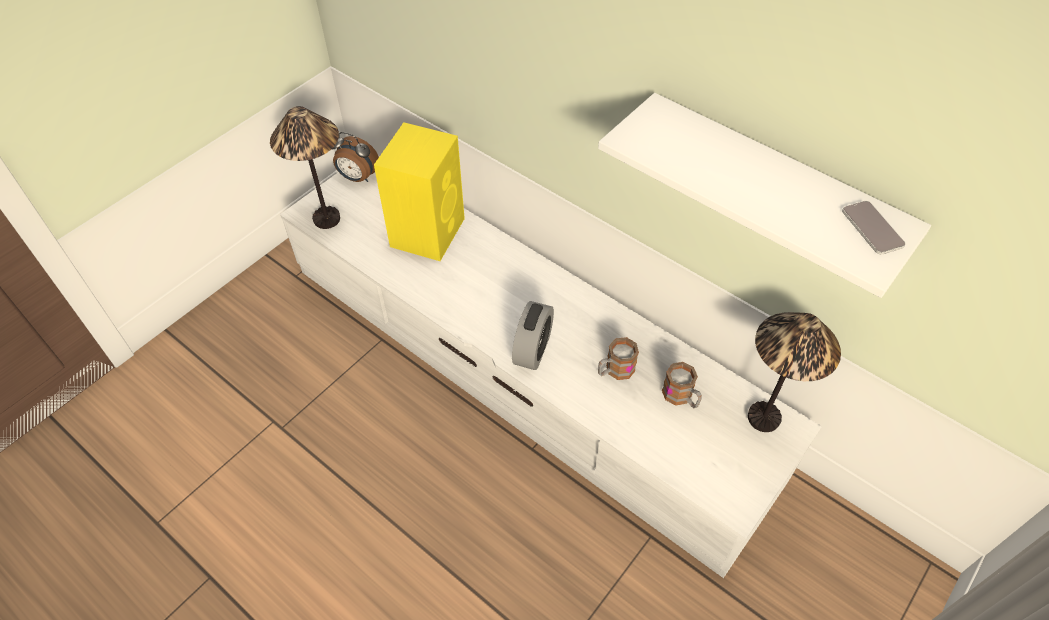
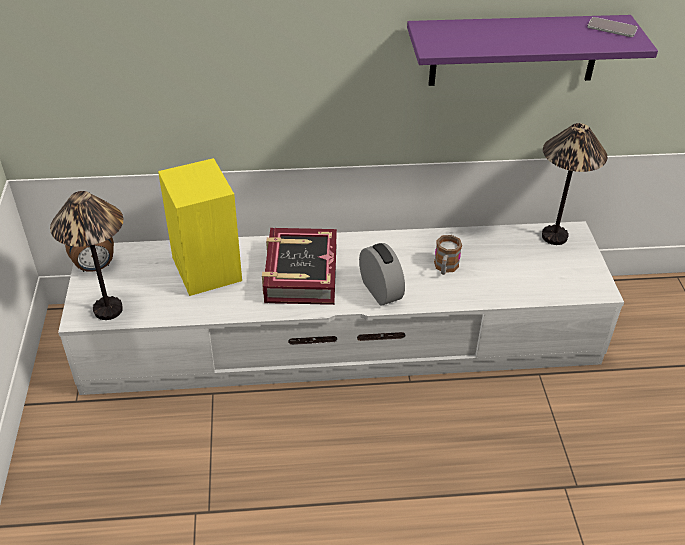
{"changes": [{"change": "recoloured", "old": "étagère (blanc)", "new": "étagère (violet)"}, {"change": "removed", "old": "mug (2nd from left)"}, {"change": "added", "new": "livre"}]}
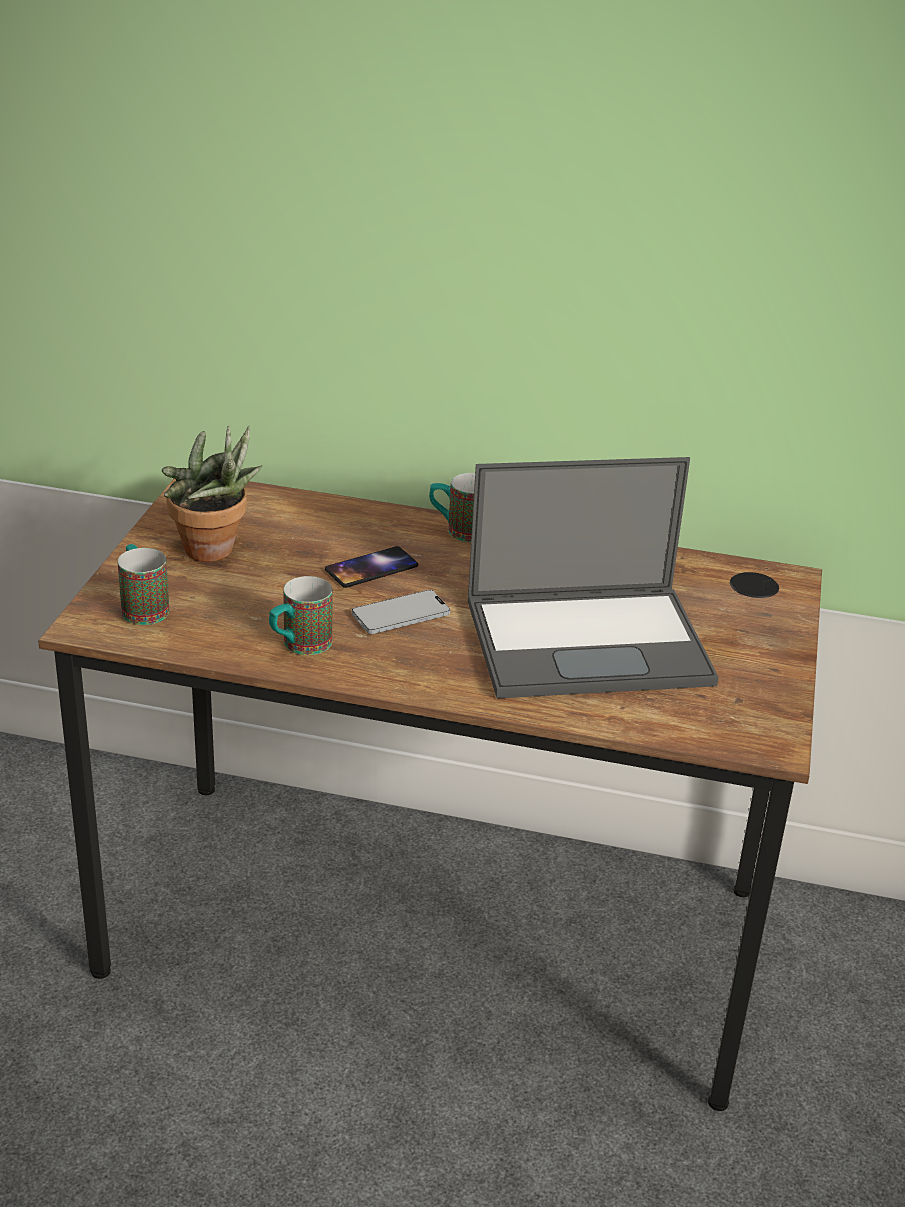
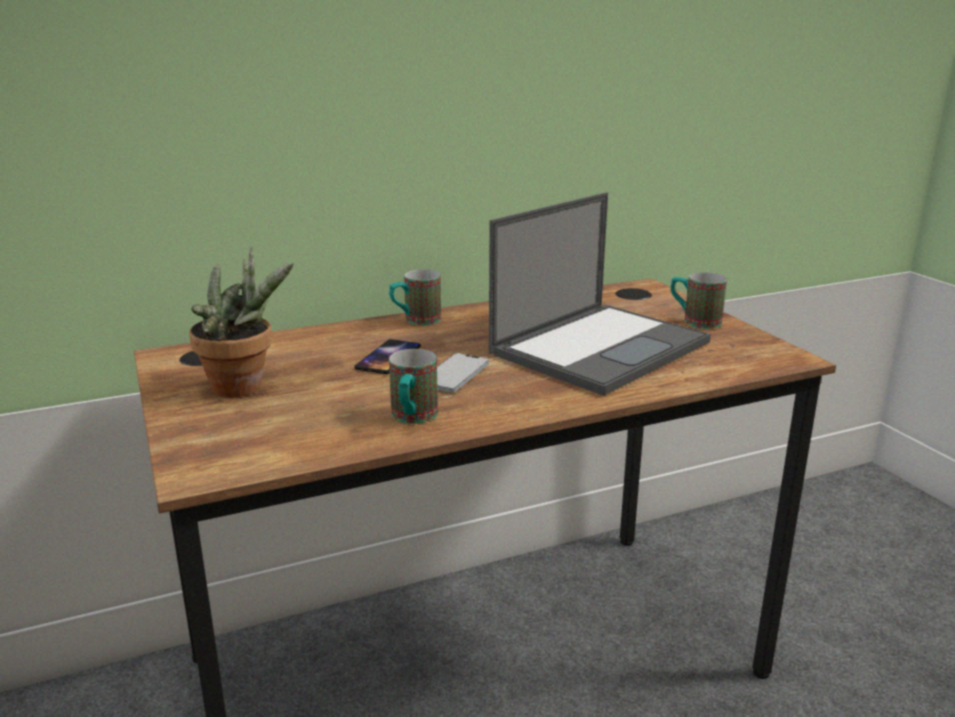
{"changes": [{"change": "moved", "old": "mug (1st from left in the first image)", "new": "mug (3rd from left)"}]}
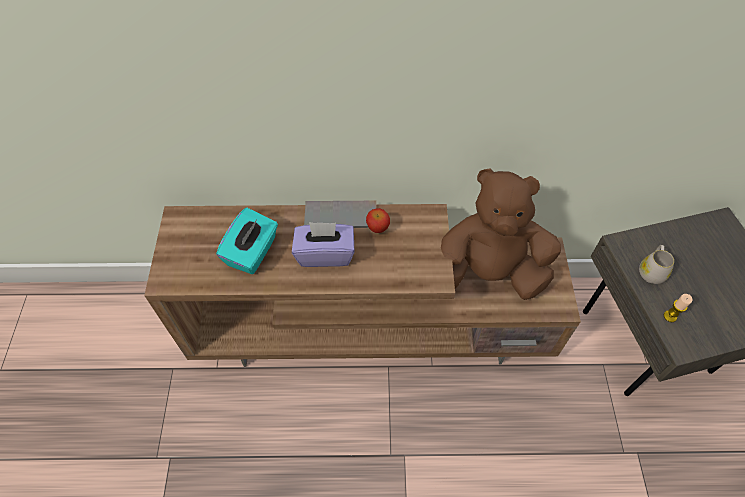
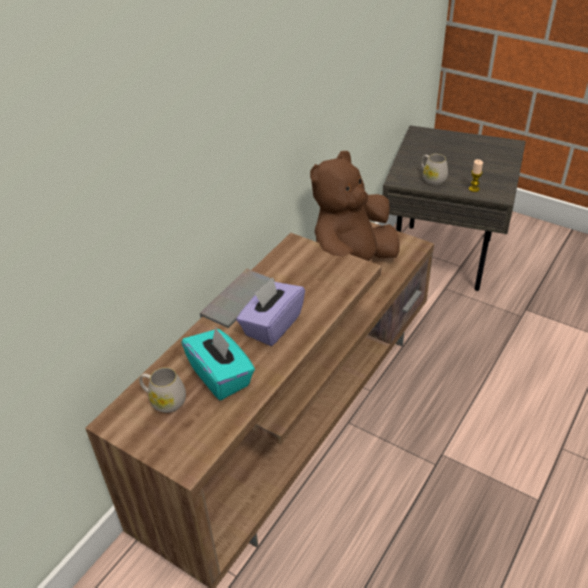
{"changes": [{"change": "removed", "old": "pomme"}, {"change": "added", "new": "mug (blanc) (1st from left)"}]}
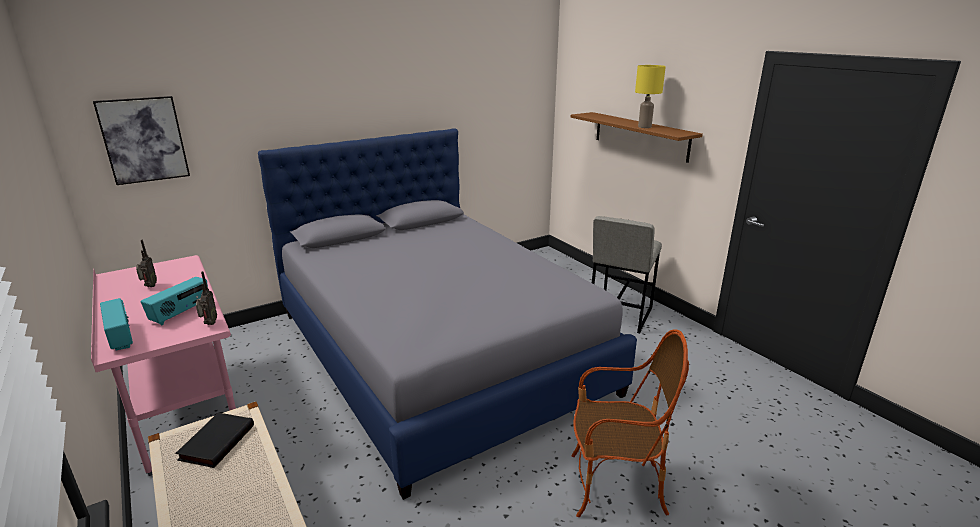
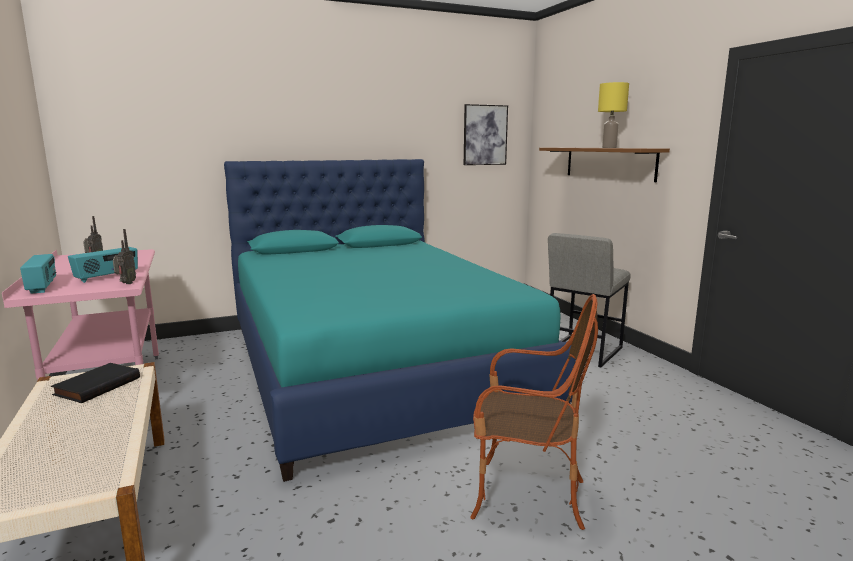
{"changes": [{"change": "moved", "old": "tableau"}, {"change": "recoloured", "old": "lit (gris)", "new": "lit (turquoise)"}]}
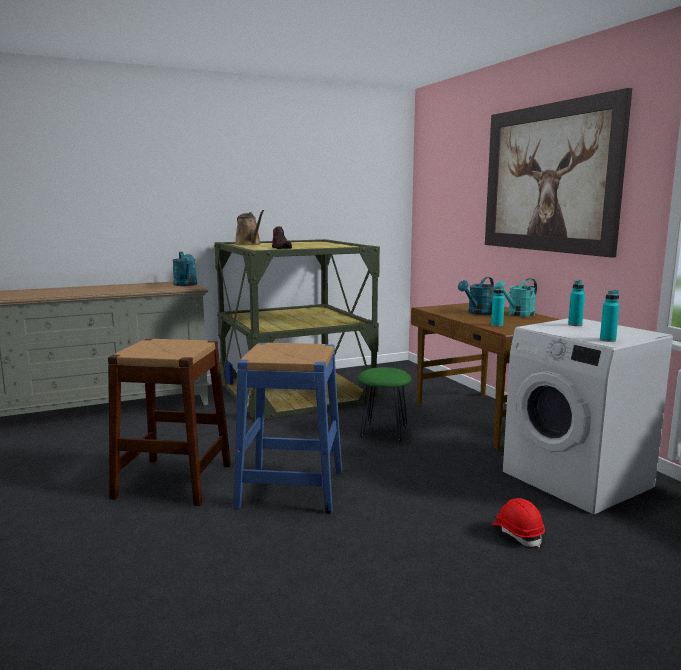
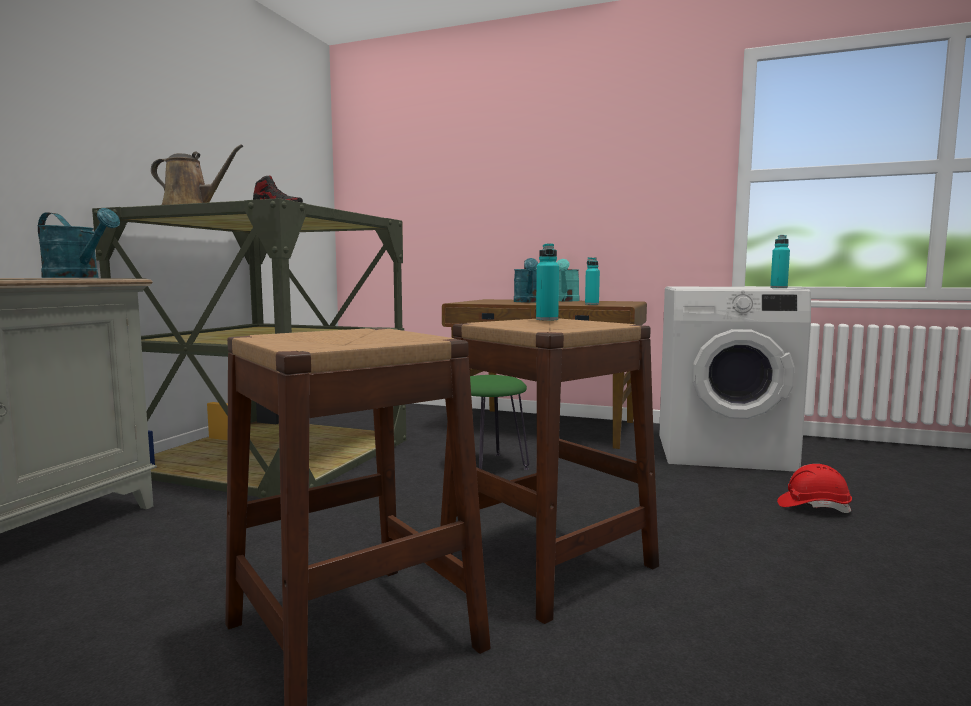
{"changes": [{"change": "removed", "old": "tableau"}, {"change": "moved", "old": "bouteille (turquoise) (2nd from left in the first image)", "new": "bouteille (turquoise) (1st from left)"}, {"change": "recoloured", "old": "tabouret (bleu)", "new": "tabouret (marron) (2nd from left)"}]}
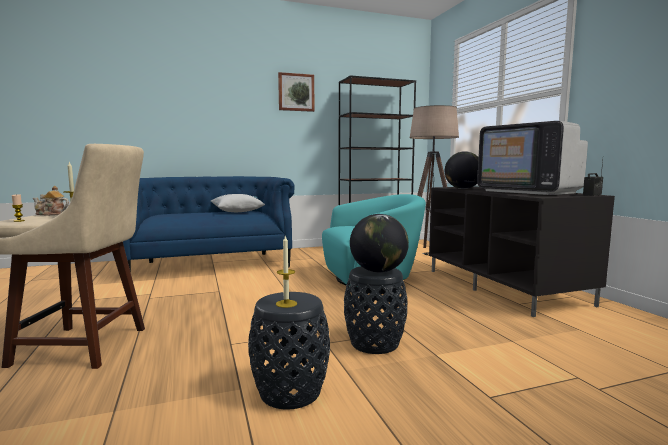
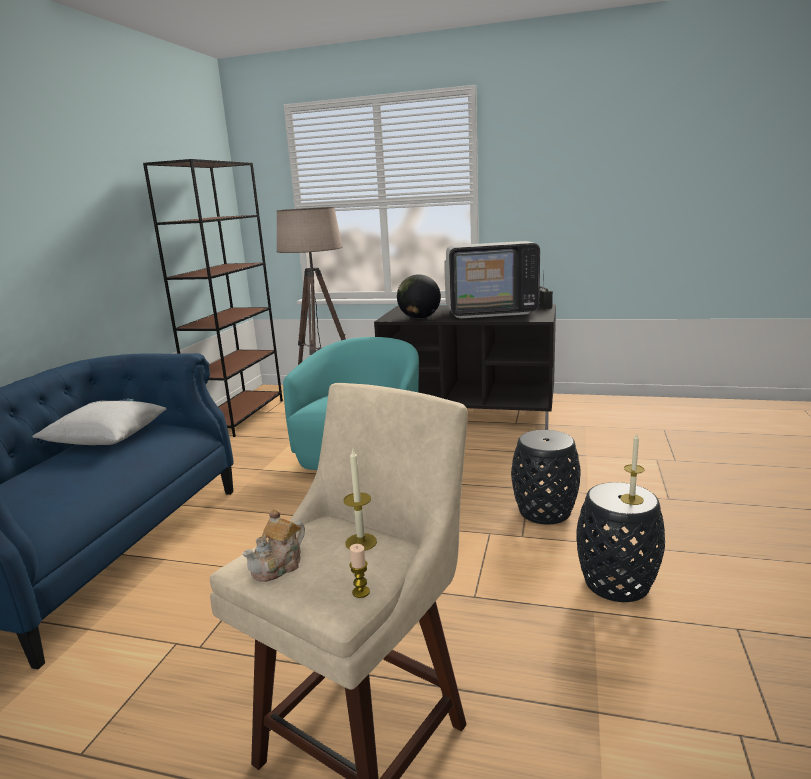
{"changes": [{"change": "removed", "old": "tableau"}, {"change": "removed", "old": "globe (1st from left)"}]}
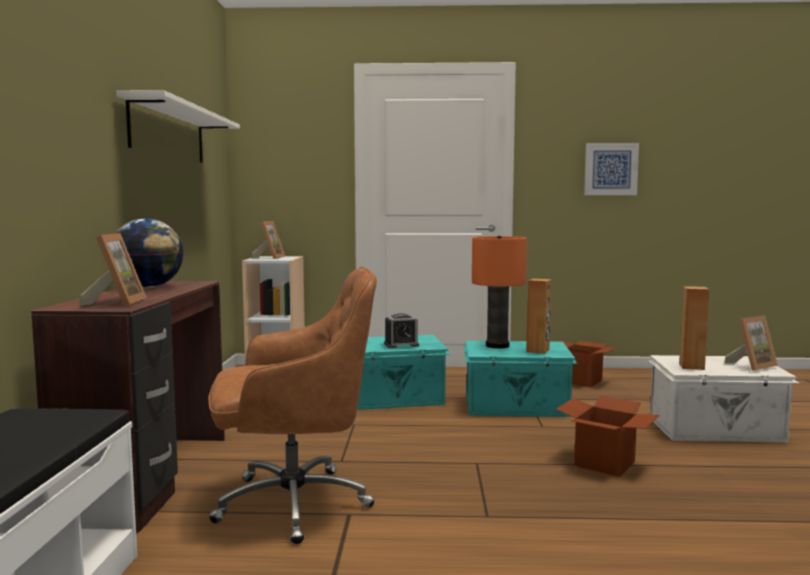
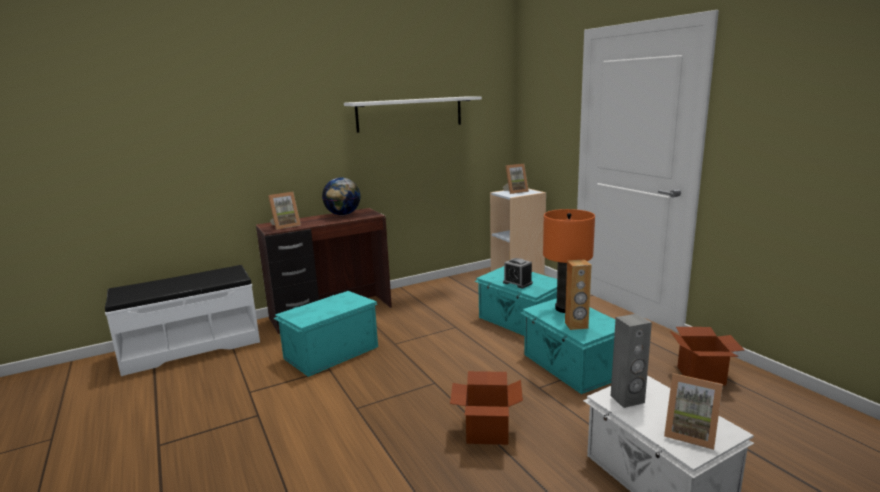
{"changes": [{"change": "removed", "old": "tableau"}, {"change": "replaced", "old": "chaise de bureau (marron)", "new": "boîte de rangement (turquoise) (1st from left)"}, {"change": "recoloured", "old": "enceinte (marron) (2nd from left)", "new": "enceinte (gris)"}]}
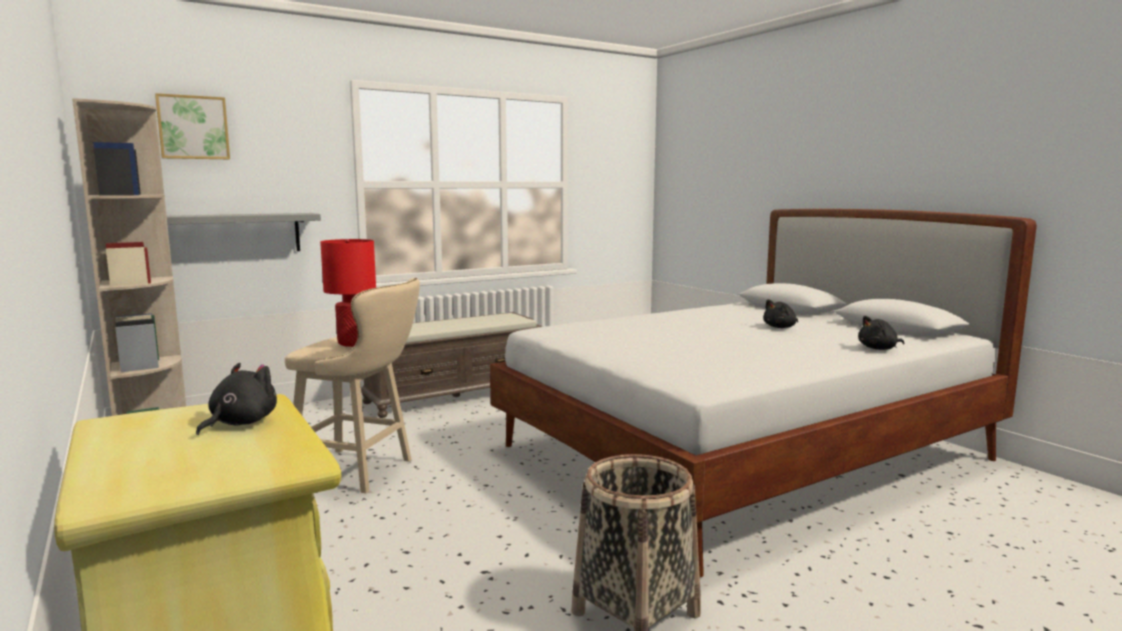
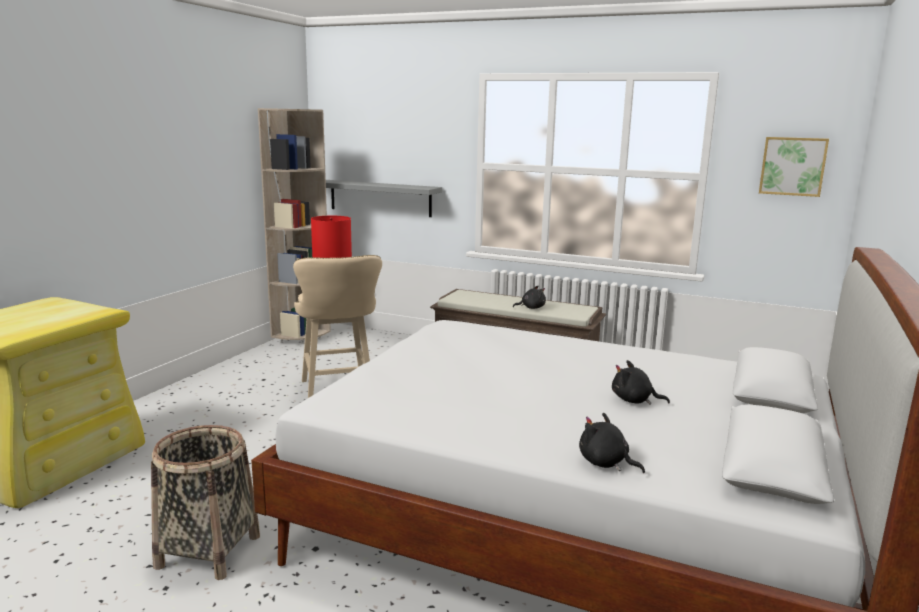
{"changes": [{"change": "moved", "old": "tableau"}, {"change": "moved", "old": "peluche (noir) (1st from left)"}]}
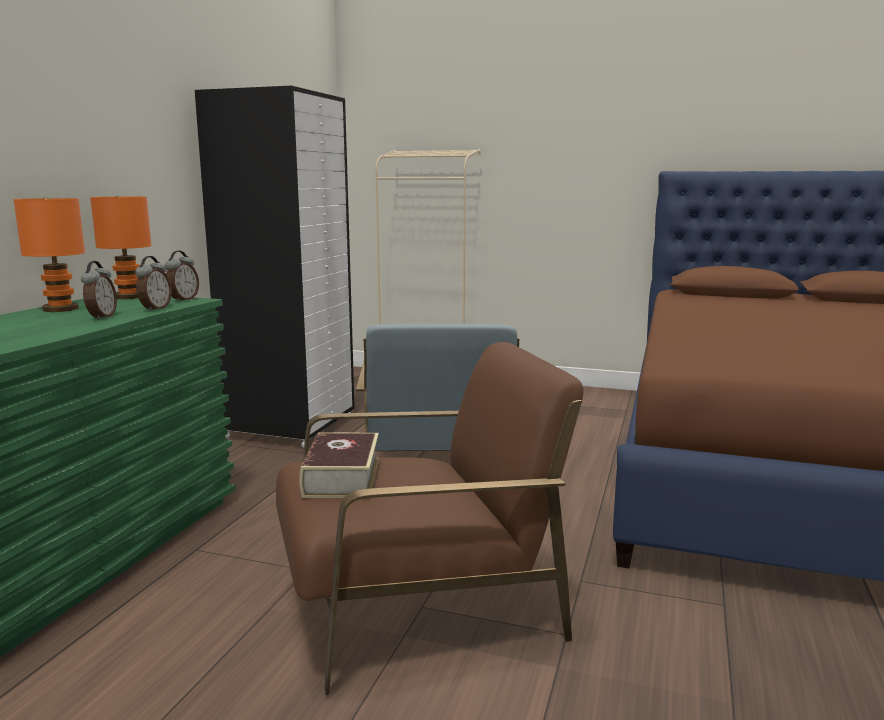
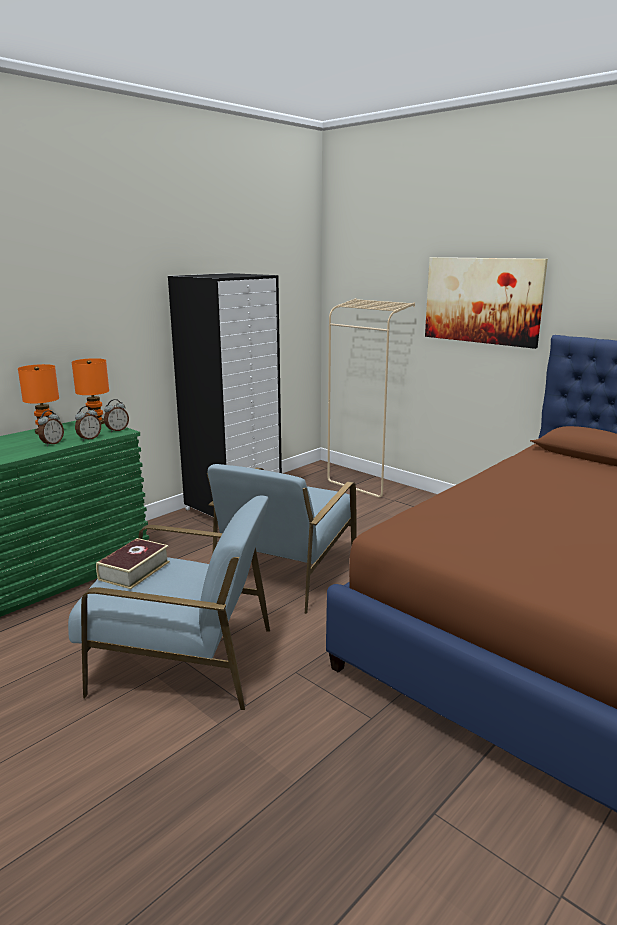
{"changes": [{"change": "recoloured", "old": "fauteuil (marron)", "new": "fauteuil (bleu) (1st from left)"}, {"change": "added", "new": "tableau"}]}
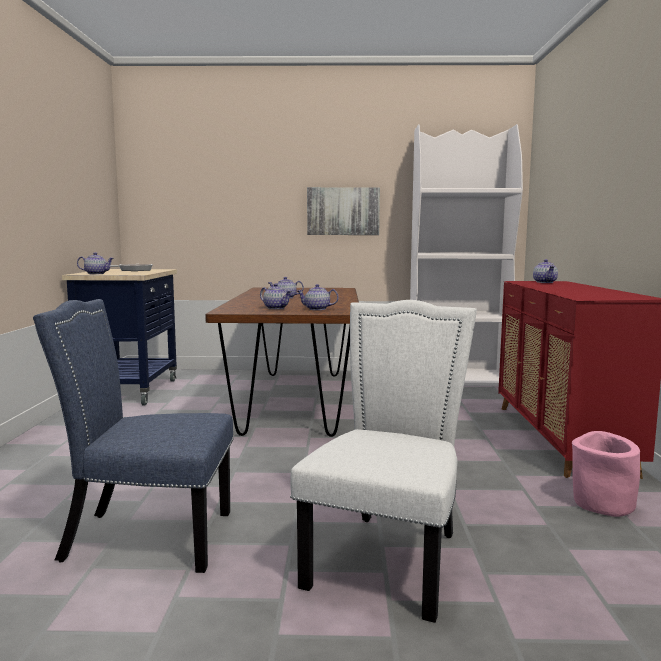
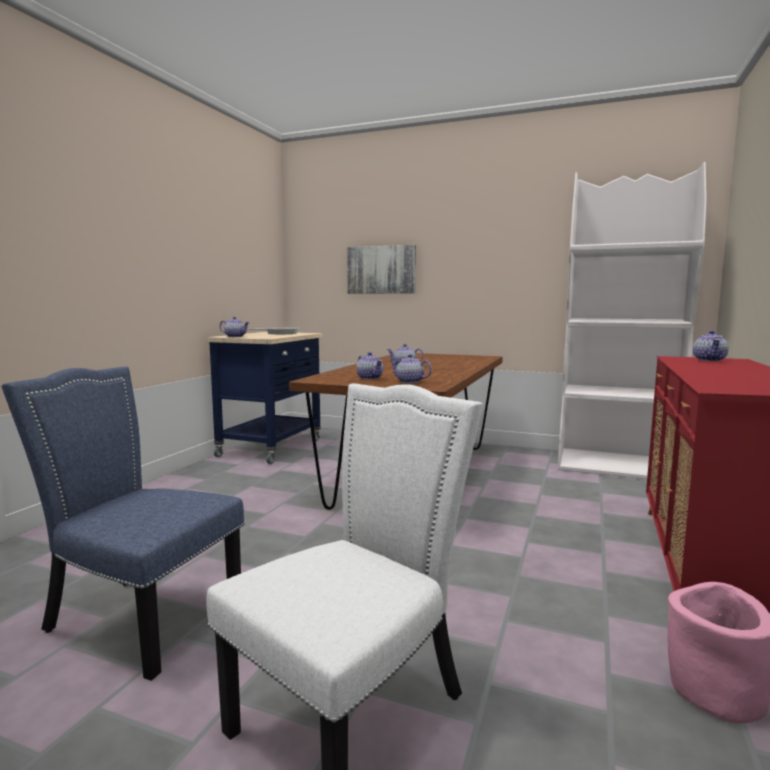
{"changes": [{"change": "moved", "old": "tableau"}]}
